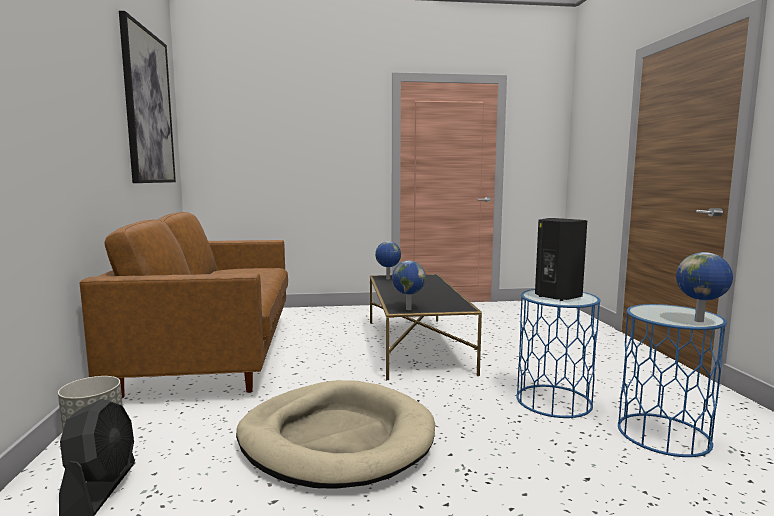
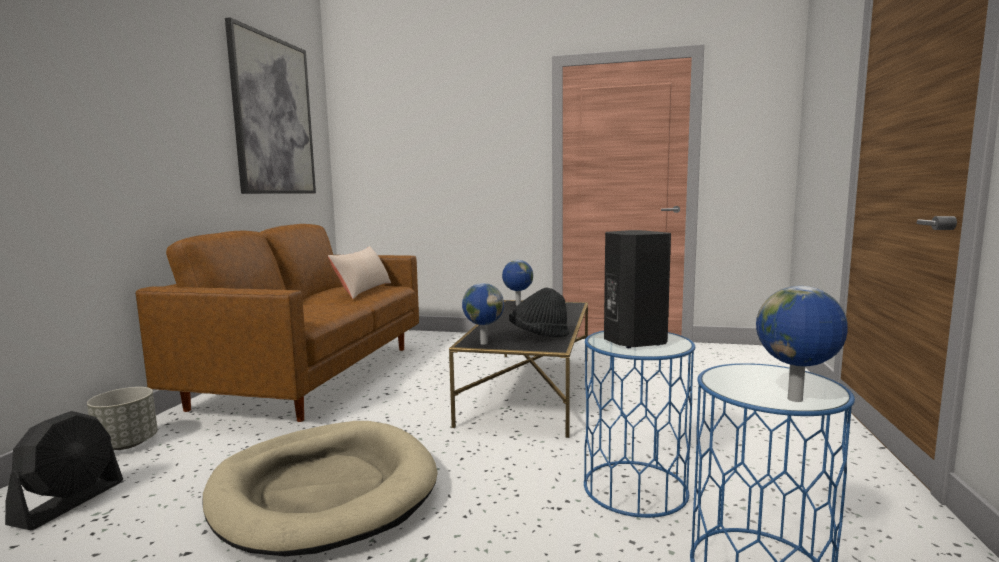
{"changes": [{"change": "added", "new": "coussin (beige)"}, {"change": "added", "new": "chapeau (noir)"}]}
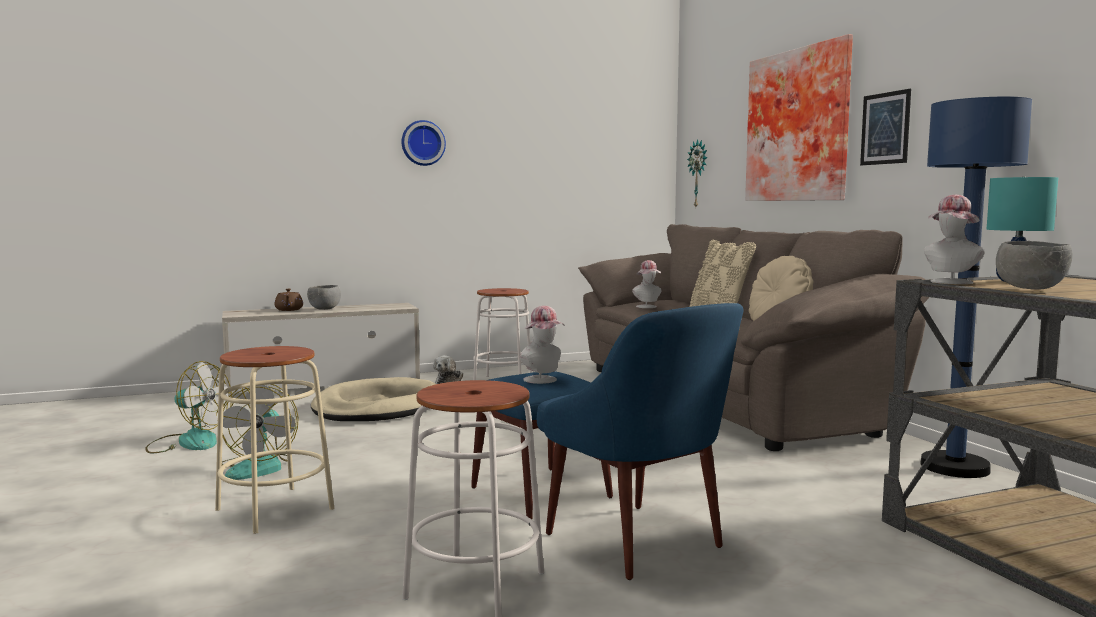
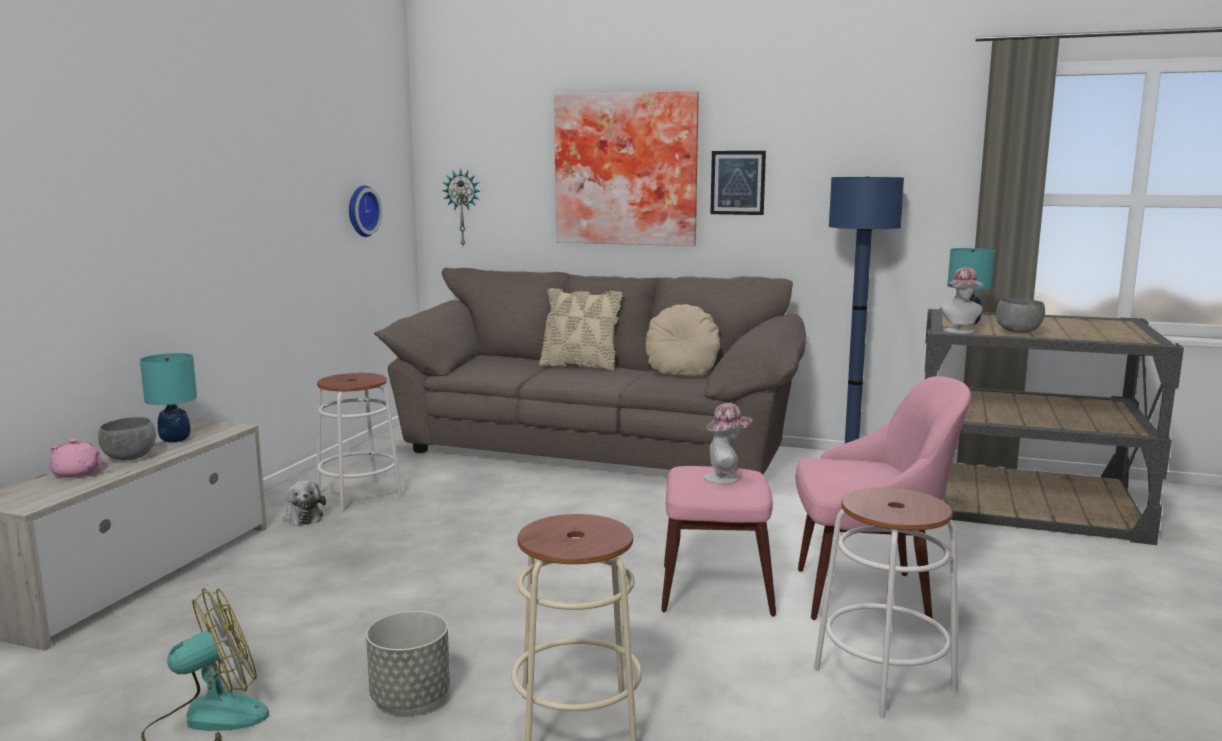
{"changes": [{"change": "moved", "old": "horloge murale (1st from left)"}, {"change": "removed", "old": "chapeau (2nd from left)"}, {"change": "recoloured", "old": "théière (marron)", "new": "théière (rose)"}, {"change": "recoloured", "old": "fauteuil (bleu)", "new": "fauteuil (rose)"}, {"change": "removed", "old": "panier pour chien (beige)"}, {"change": "replaced", "old": "ventilateur (2nd from left)", "new": "cache-pot (gris)"}, {"change": "added", "new": "lampe de table (turquoise) (1st from left)"}]}
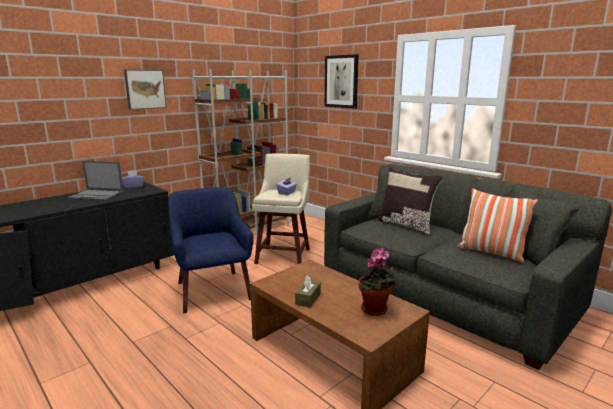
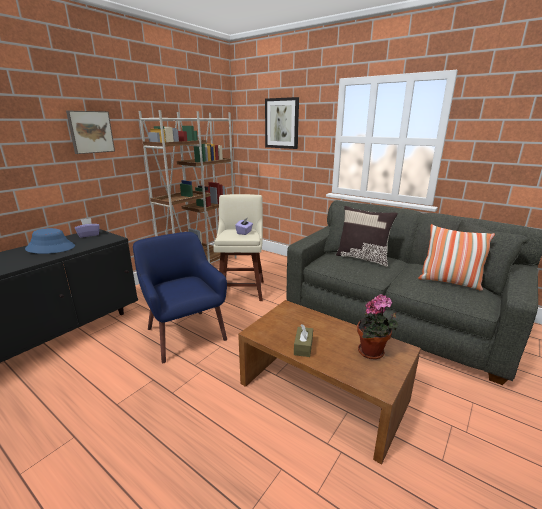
{"changes": [{"change": "replaced", "old": "ordinateur portable", "new": "chapeau (bleu)"}]}
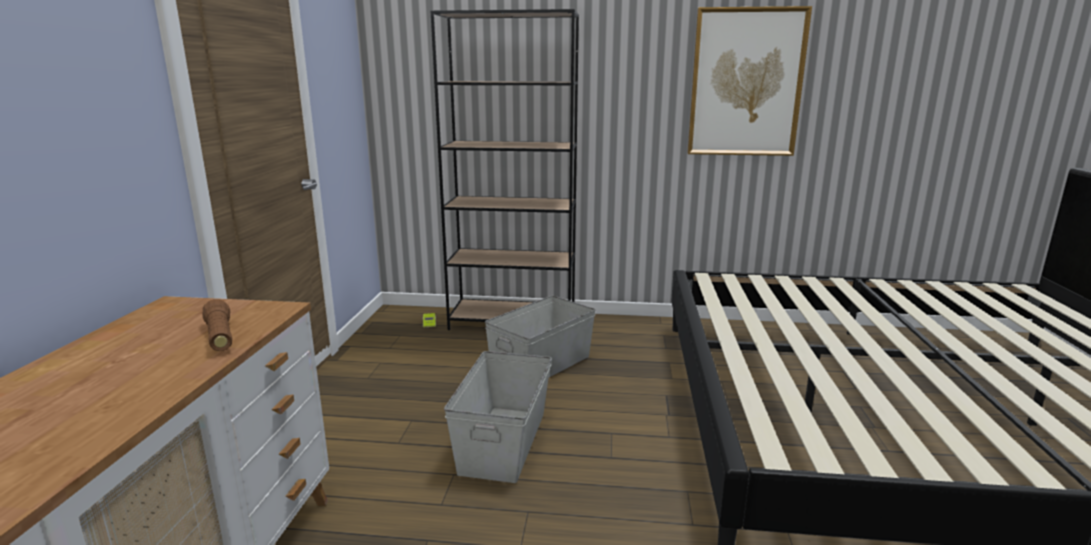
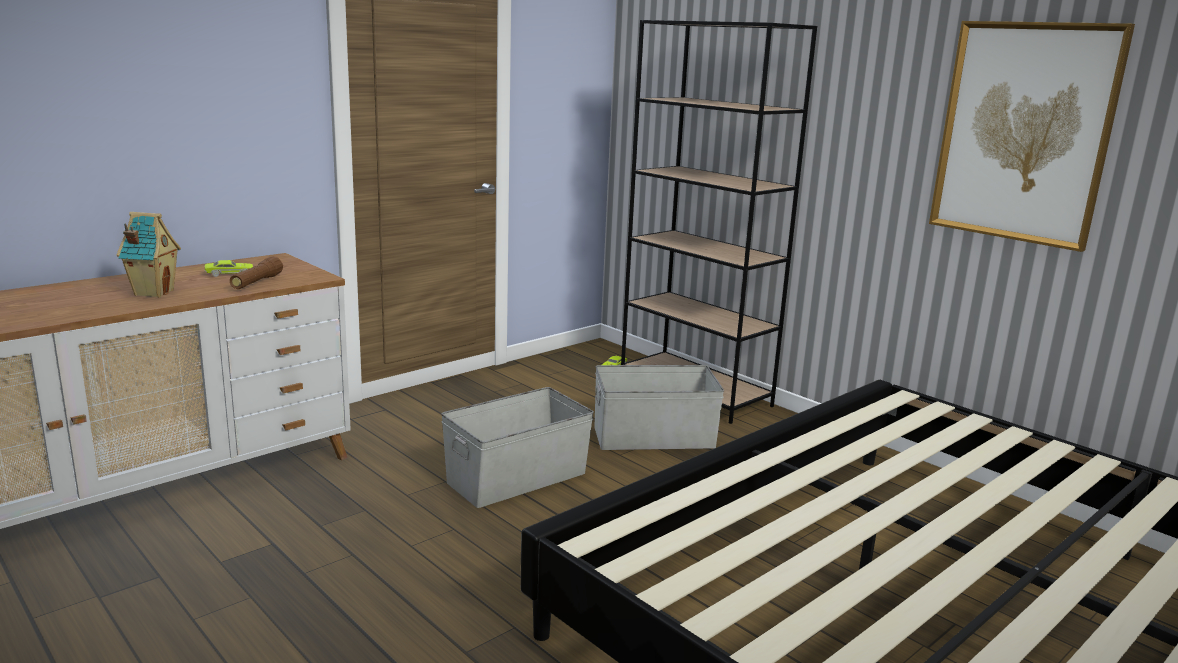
{"changes": [{"change": "added", "new": "maison miniature"}, {"change": "added", "new": "petite voiture (vert) (1st from left)"}]}
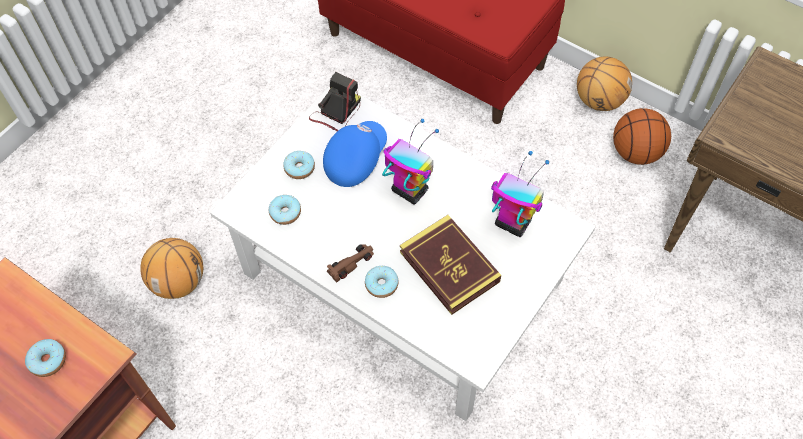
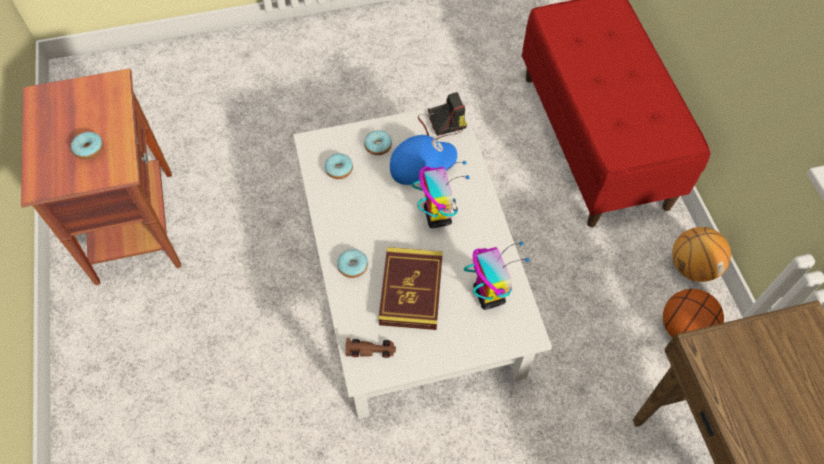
{"changes": [{"change": "removed", "old": "ballon de basket (1st from left)"}, {"change": "moved", "old": "petite voiture (marron)"}]}
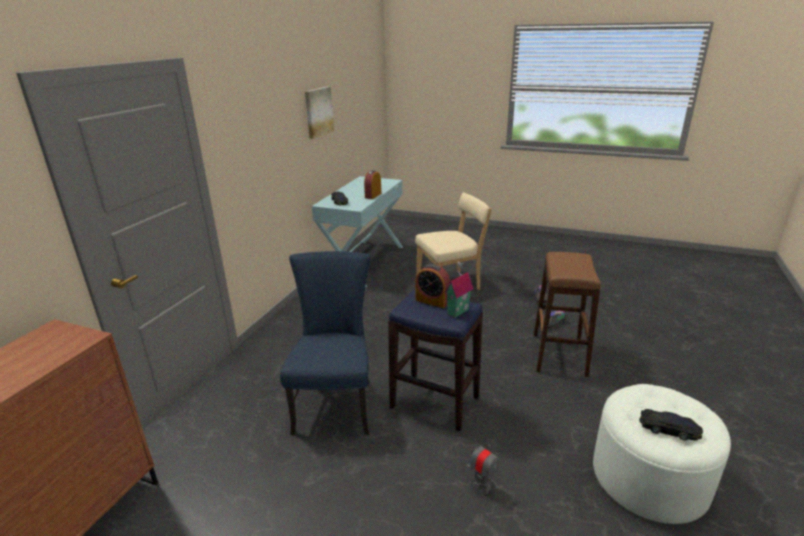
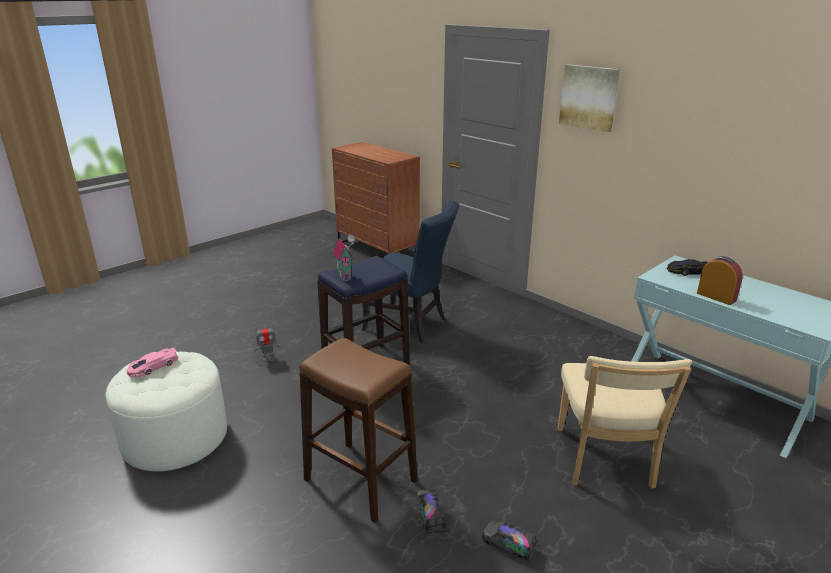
{"changes": [{"change": "moved", "old": "tableau"}, {"change": "removed", "old": "réveil (2nd from left)"}, {"change": "recoloured", "old": "petite voiture (noir) (2nd from left)", "new": "petite voiture (rose)"}]}
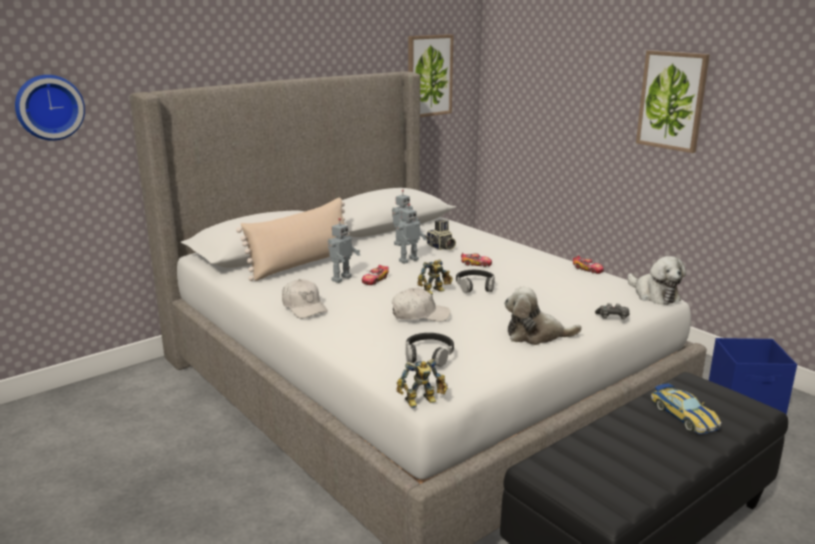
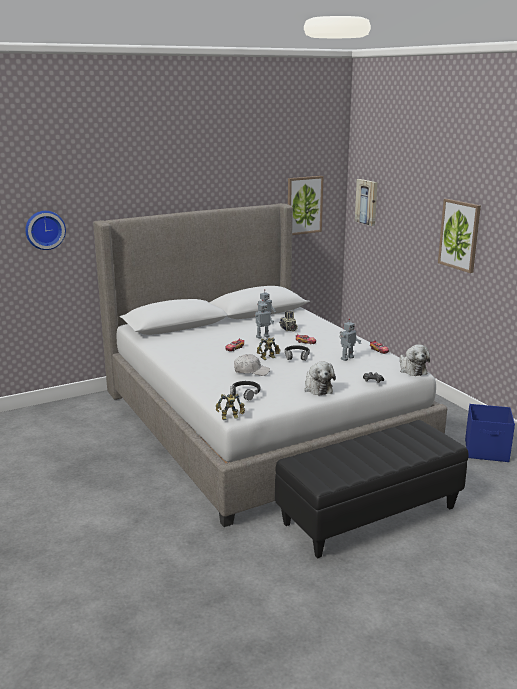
{"changes": [{"change": "removed", "old": "coussin (beige)"}, {"change": "moved", "old": "robot jouet (1st from left in the first image)", "new": "robot jouet (5th from left)"}, {"change": "removed", "old": "casquette (blanc) (1st from left)"}, {"change": "turned", "old": "peluche (1st from left)", "degrees": -120}, {"change": "removed", "old": "petite voiture (4th from left)"}, {"change": "added", "new": "tableau (2nd from left)"}]}
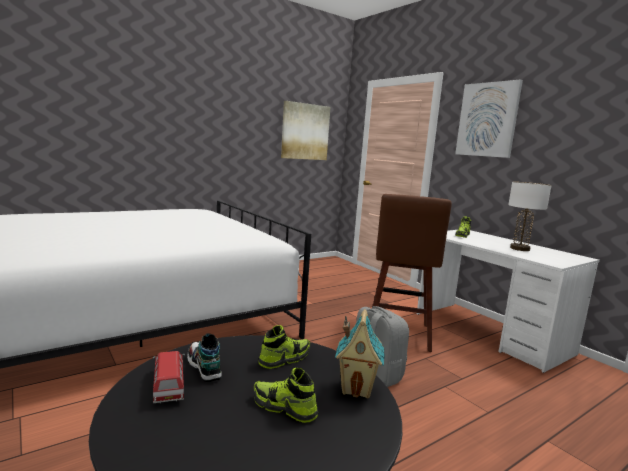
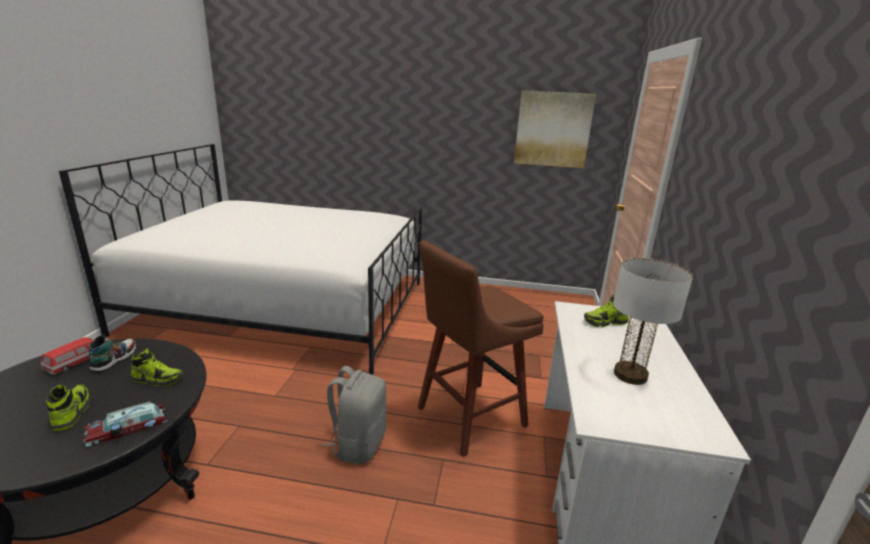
{"changes": [{"change": "removed", "old": "tableau (2nd from left)"}, {"change": "replaced", "old": "maison miniature", "new": "petite voiture (2nd from left)"}]}
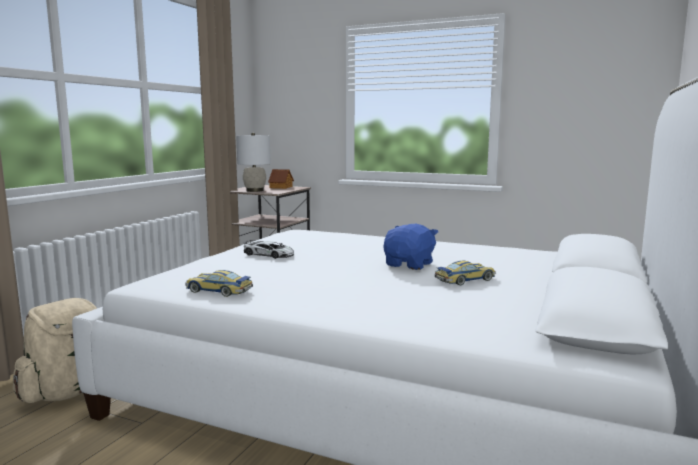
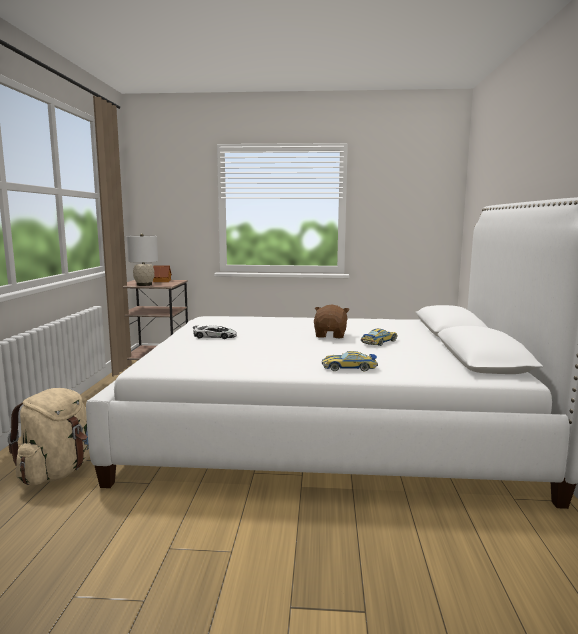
{"changes": [{"change": "recoloured", "old": "peluche (bleu)", "new": "peluche (marron)"}, {"change": "moved", "old": "petite voiture (1st from left in the first image)", "new": "petite voiture (2nd from left)"}]}
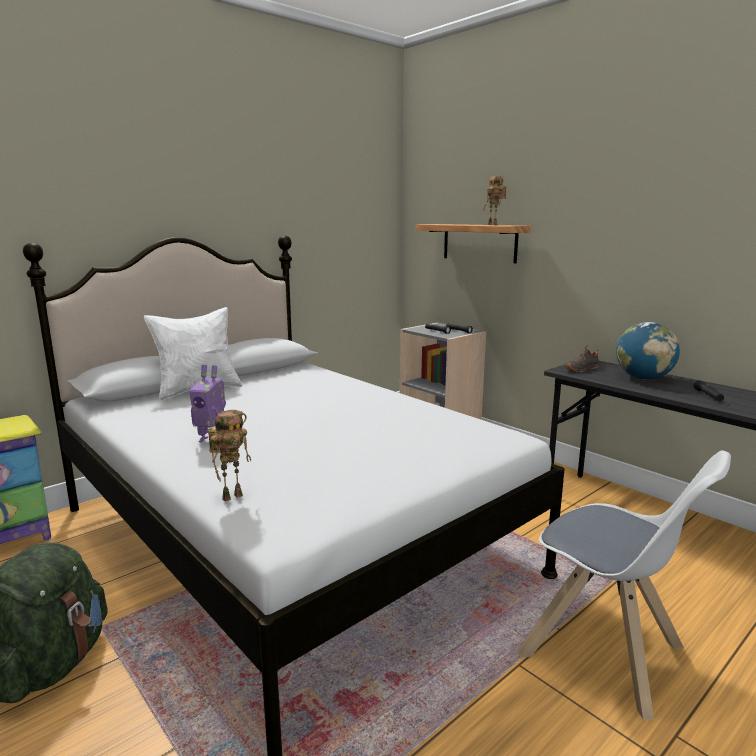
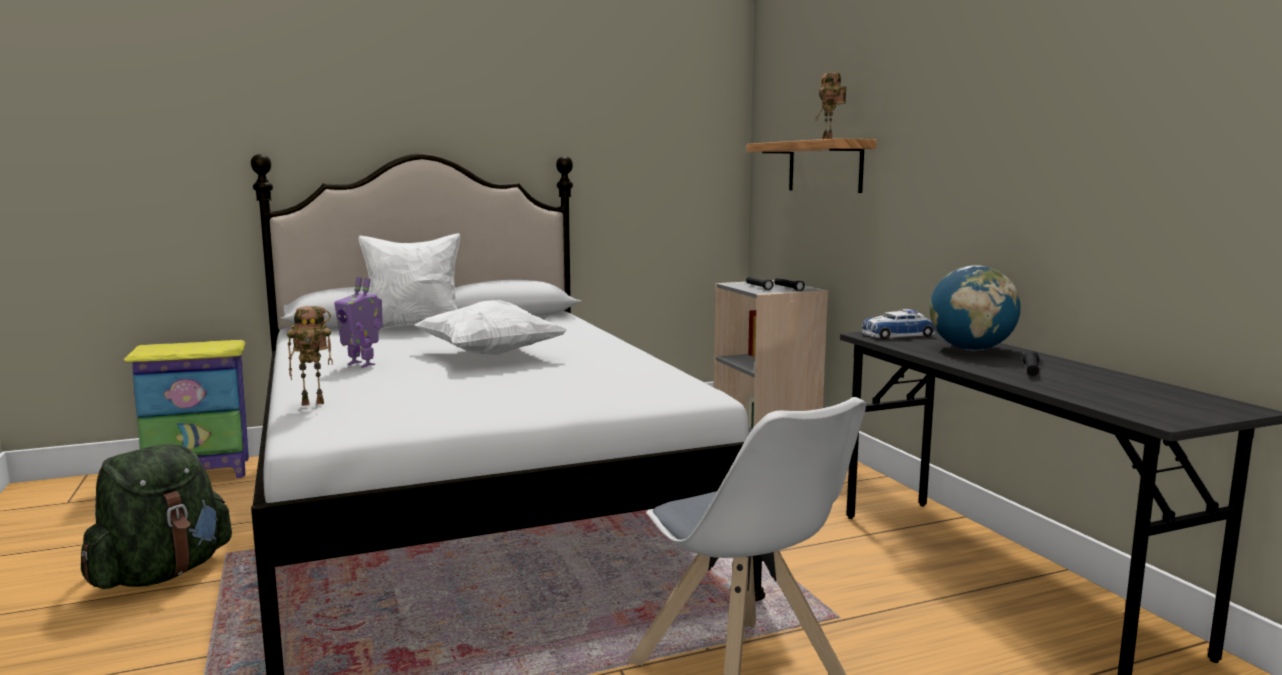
{"changes": [{"change": "replaced", "old": "chaussure (noir)", "new": "petite voiture"}, {"change": "added", "new": "coussin (blanc) (2nd from left)"}]}
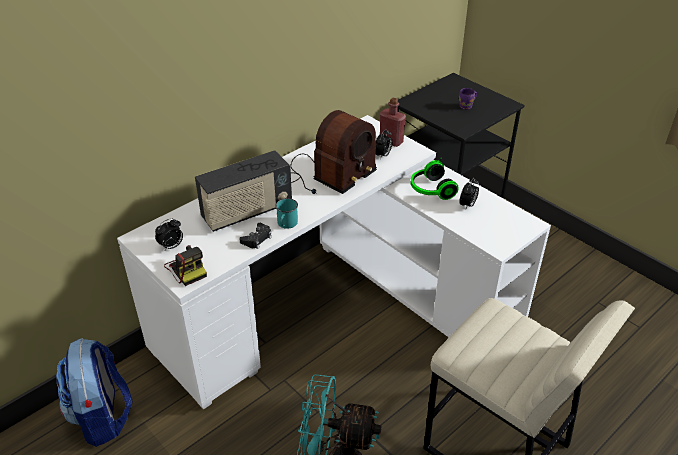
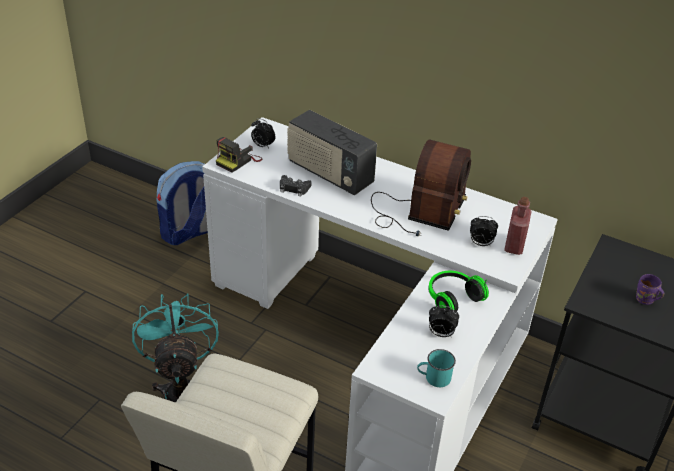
{"changes": [{"change": "turned", "old": "radio (2nd from left)", "degrees": -90}, {"change": "moved", "old": "mug (turquoise)"}]}
